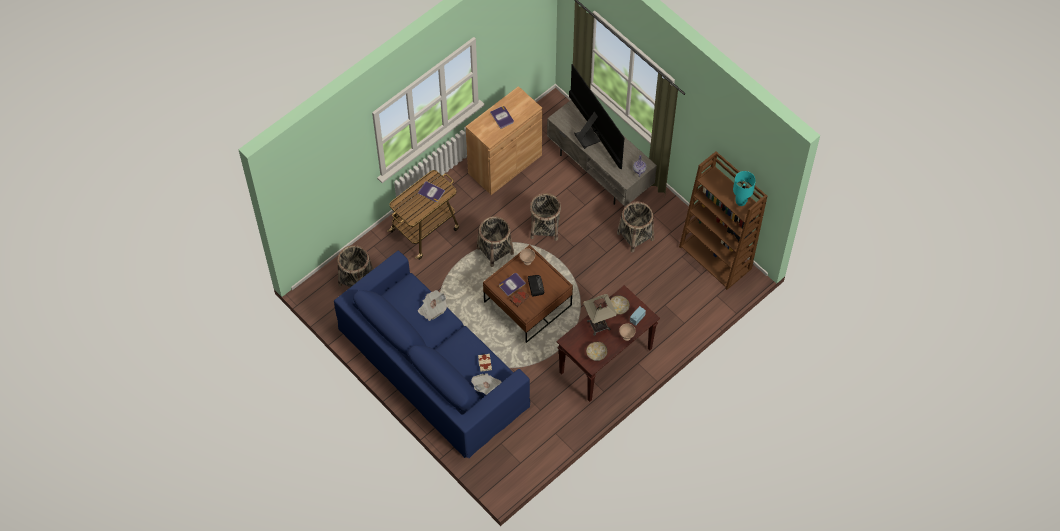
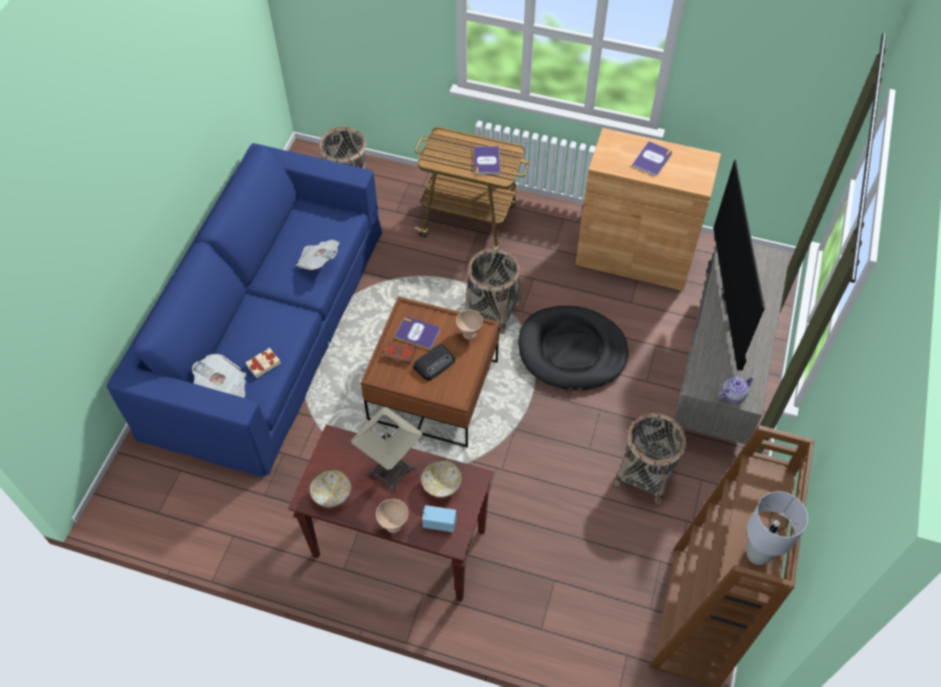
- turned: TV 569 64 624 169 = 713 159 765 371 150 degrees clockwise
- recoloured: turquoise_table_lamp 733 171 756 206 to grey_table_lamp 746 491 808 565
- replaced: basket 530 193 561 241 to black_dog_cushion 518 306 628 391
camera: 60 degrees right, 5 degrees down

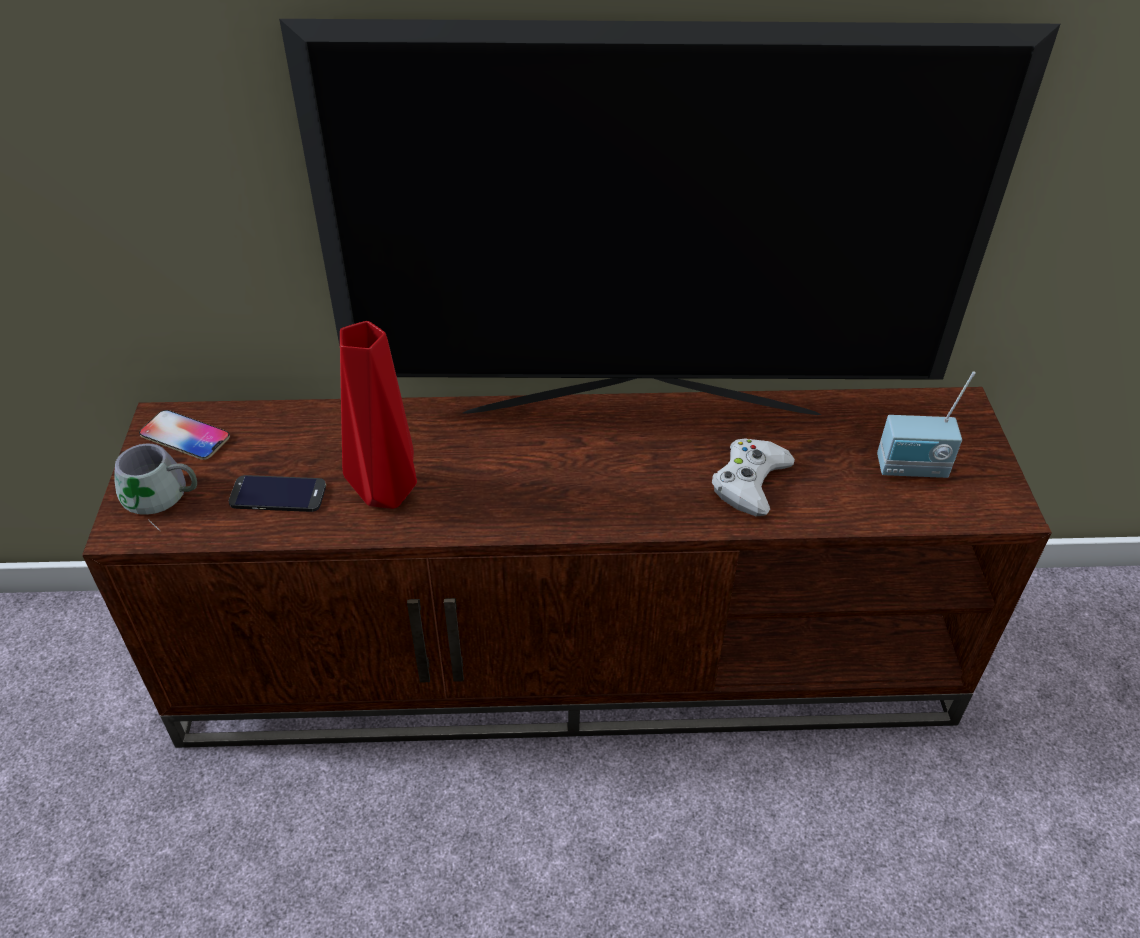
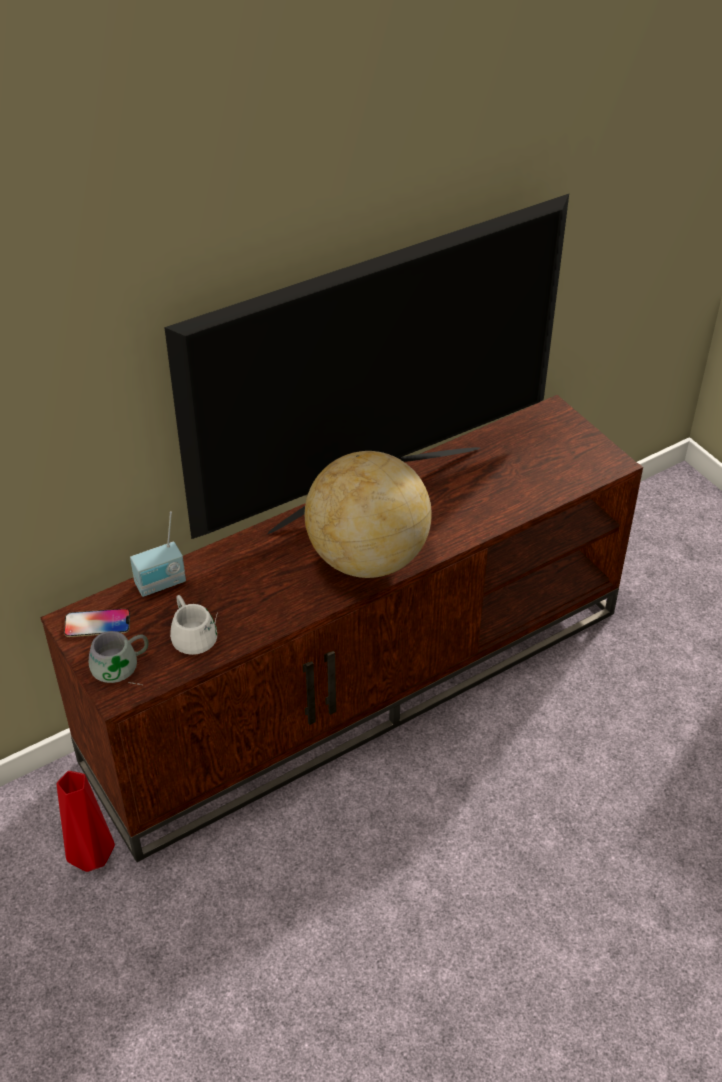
- moved: reddish_decorative_vase 340 321 417 509 to 57 771 115 872
- moved: radio 877 371 975 478 to 130 511 186 597
- removed: white_game_controller 712 438 795 516
- replaced: telephone 229 475 326 512 to white_tea_mug 170 595 217 655
- added: globe 305 451 432 578
camera: 30 degrees left, 0 degrees up

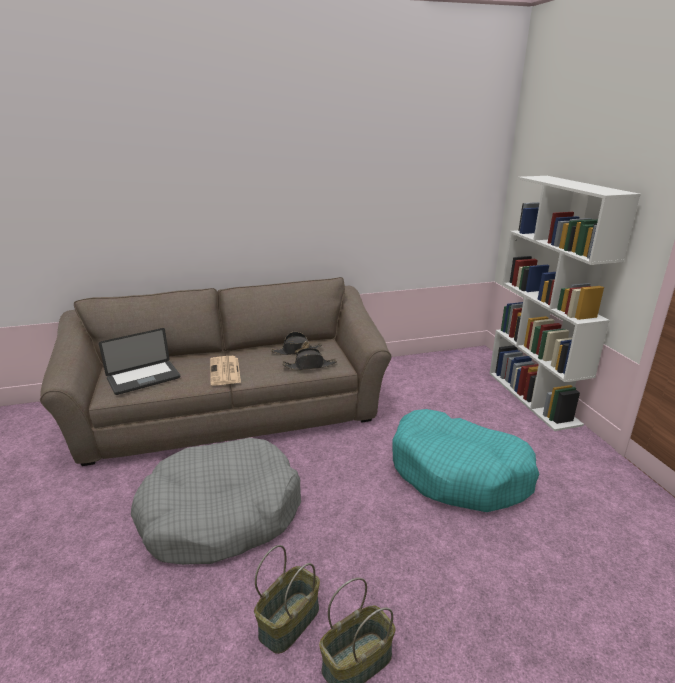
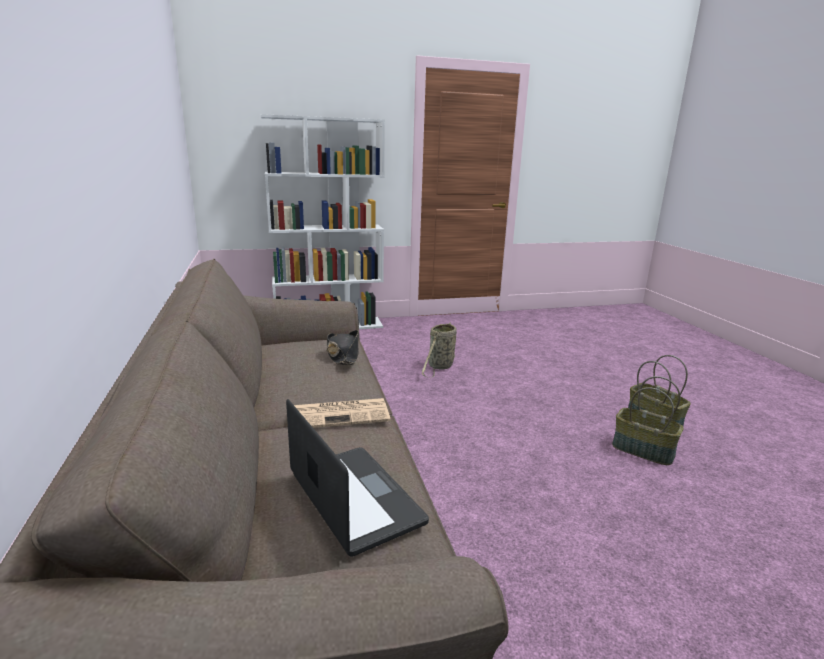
- removed: black_wearable_hat 270 331 322 355
- replaced: turquoise_dog_cushion 392 409 540 512 to basket 422 323 457 377
- removed: grey_dog_cushion 131 438 301 565
camera: 90 degrees left, 5 degrees down

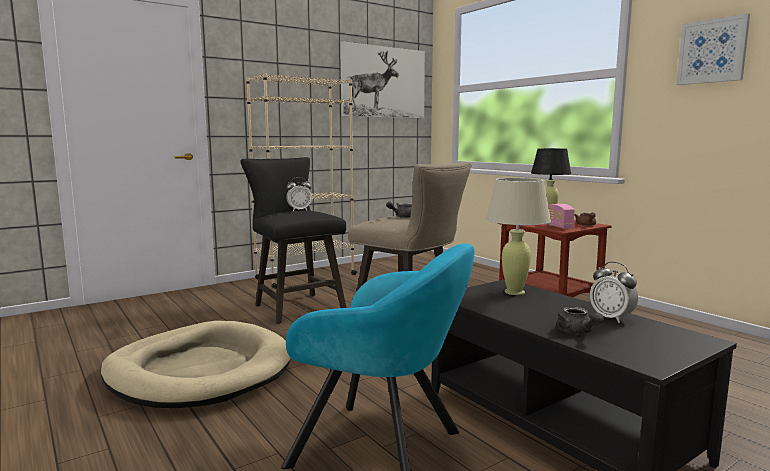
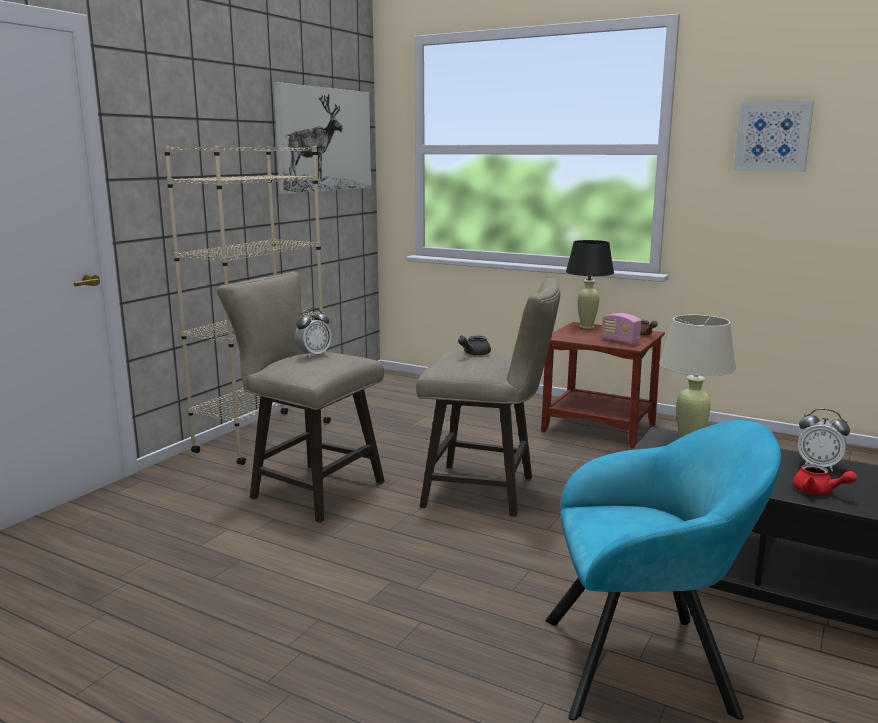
- recoloured: black_stool 241 157 346 324 to beige-coloured_stool 217 272 385 523
- recoloured: grey_tea_pot 556 307 604 334 to reddish_tea_pot 793 464 857 495
- removed: beige-coloured_dog_cushion 101 321 291 408
camera: 25 degrees left, 5 degrees up

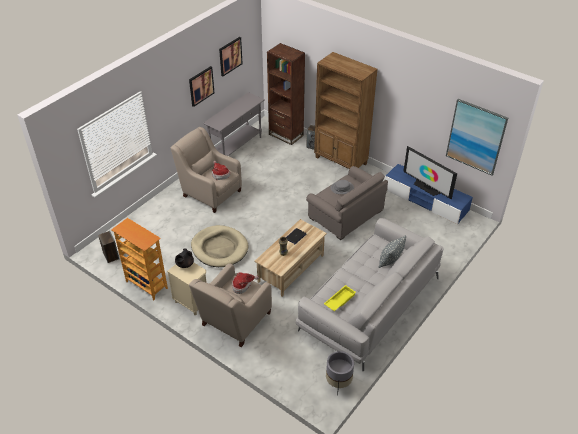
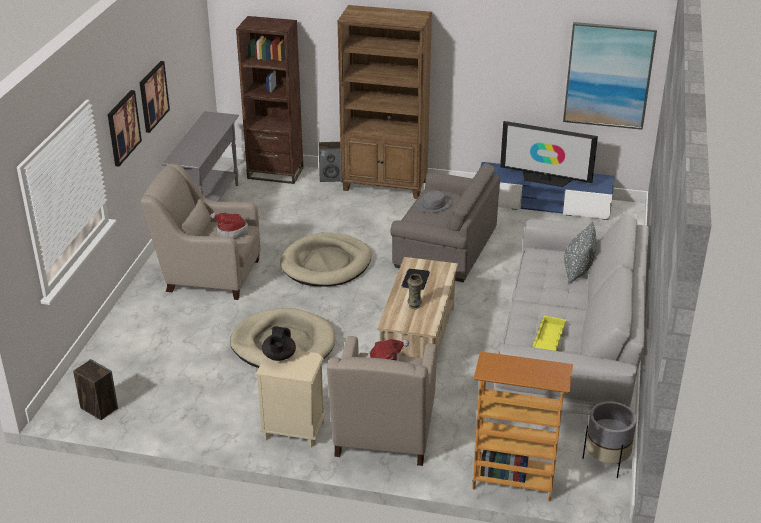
- moved: wall_art 219 37 243 76 to 108 90 142 167
- moved: shelving_unit 111 218 168 300 to 473 351 573 502
- added: beige-coloured_dog_cushion 280 232 371 287
camera: 25 degrees left, 10 degrees down

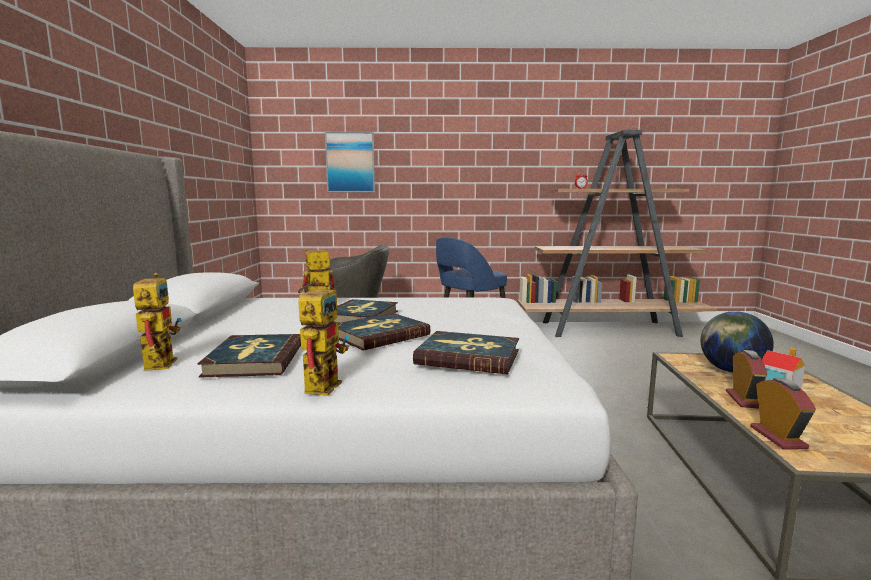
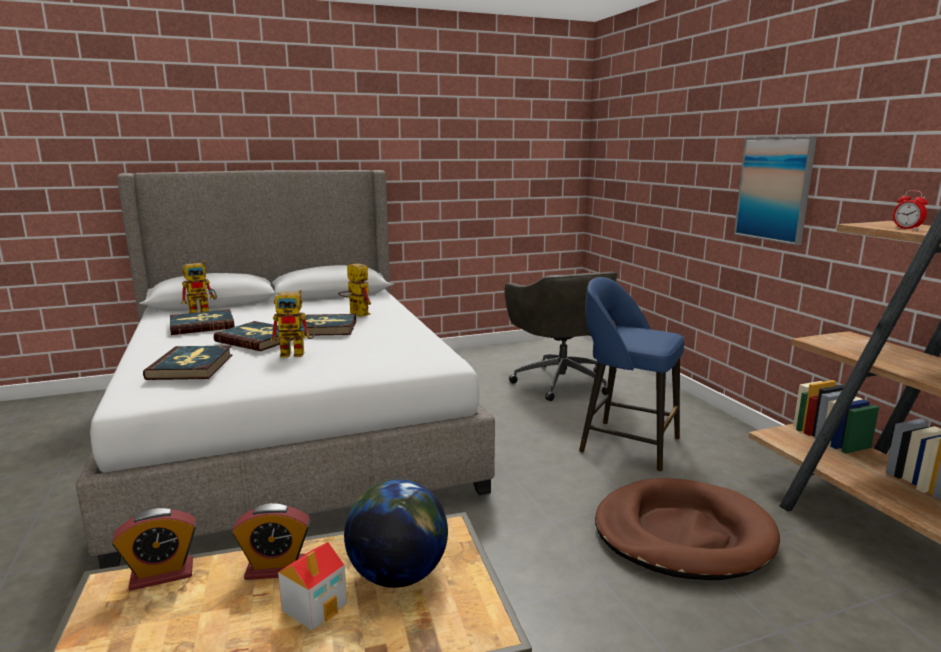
- moved: wall_art 325 132 375 192 to 734 137 817 245
- moved: robot_figure 298 283 350 396 to 271 290 316 357
- added: brown_dog_cushion 595 478 780 580
camera: 70 degrees right, 5 degrees up

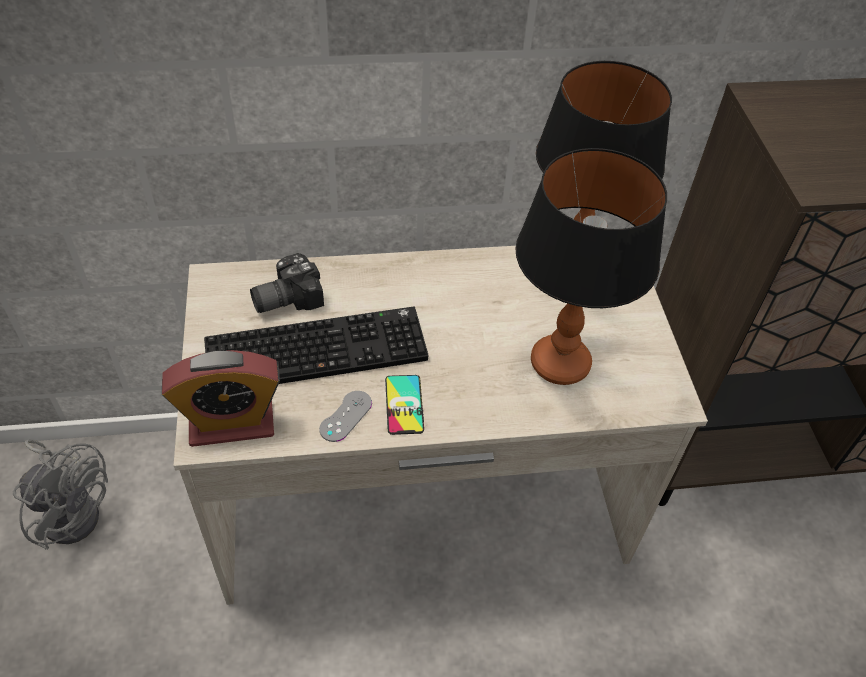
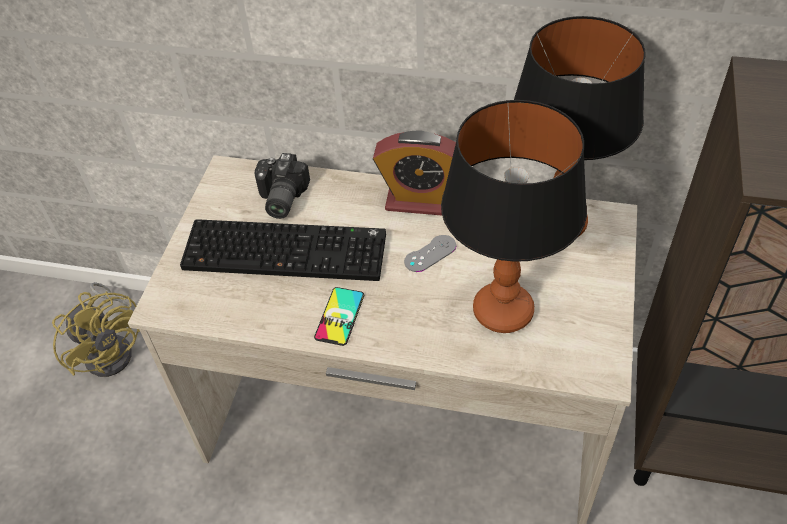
- turned: photo_camera 250 253 324 313 = 255 153 310 219 75 degrees counterclockwise
- moved: alarm_clock 162 350 280 447 to 373 130 456 215
- moved: grey_game_controller 319 391 372 442 to 404 235 456 272
- recoloured: grey_electric_fan 13 440 108 550 to yellowish_electric_fan 52 282 140 377
camera: 25 degrees right, 0 degrees up

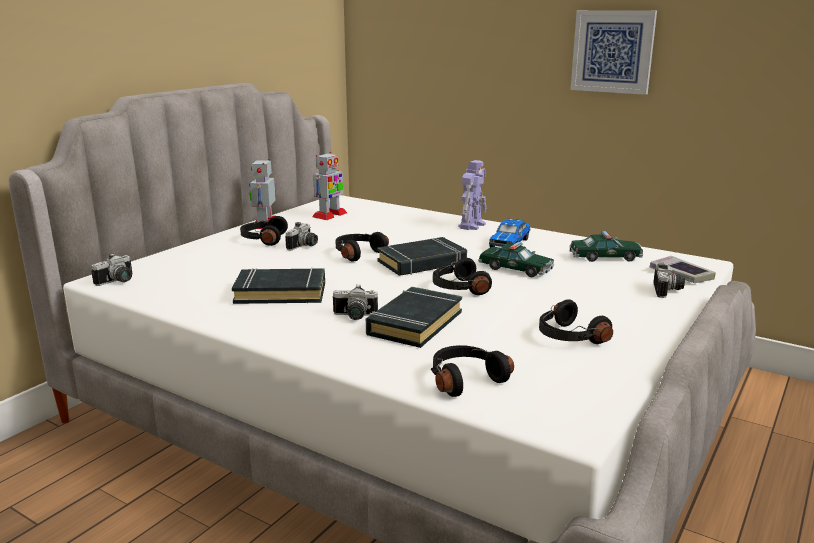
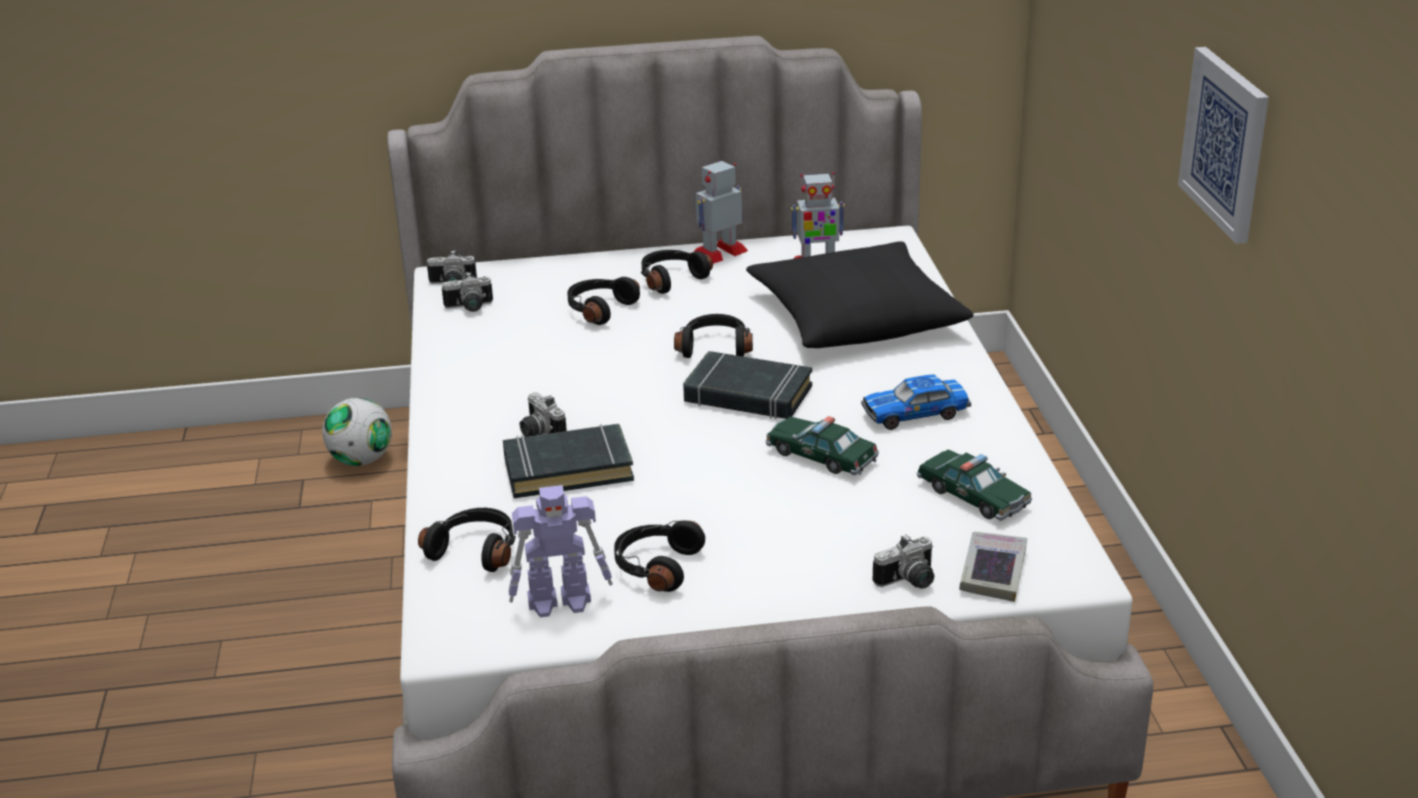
- moved: robot_figure 458 160 486 230 to 509 485 613 617
- moved: photo_camera 285 222 318 250 to 442 272 493 312
- turned: model_car 478 242 554 277 = 766 416 879 475 135 degrees clockwise
- moved: black_headphones 433 258 492 295 to 567 277 640 325
- removed: black_volume 232 267 325 304
- added: black_cushion 746 241 974 348
- added: football_ball 322 398 392 466
camera: 50 degrees right, 10 degrees up

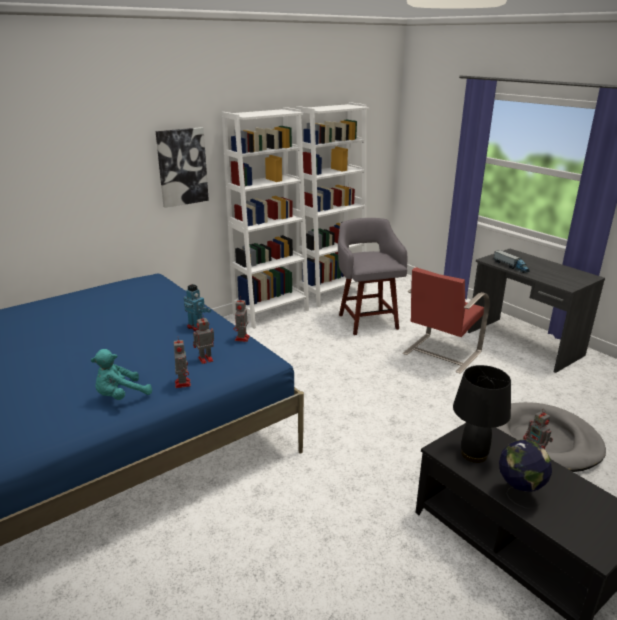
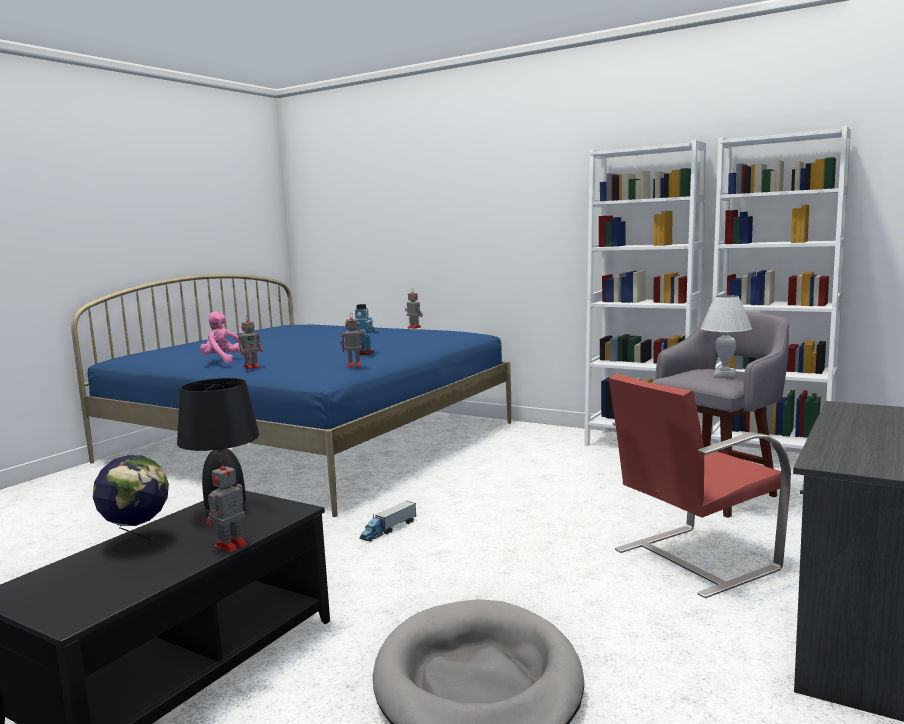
- removed: wall_art 156 127 209 208
- moved: toy_lorry 494 250 530 273 to 359 501 416 542
- turned: reddish_upright_chair 403 267 490 373 = 609 374 791 598 45 degrees counterclockwise
- moved: robot_figure 193 314 214 364 to 405 288 423 329
- recoloured: turquoise_plush_toy 91 349 152 400 to pink_plush_toy 200 311 252 363
- added: white_table_lamp 701 295 752 377
camera: 70 degrees right, 15 degrees down

